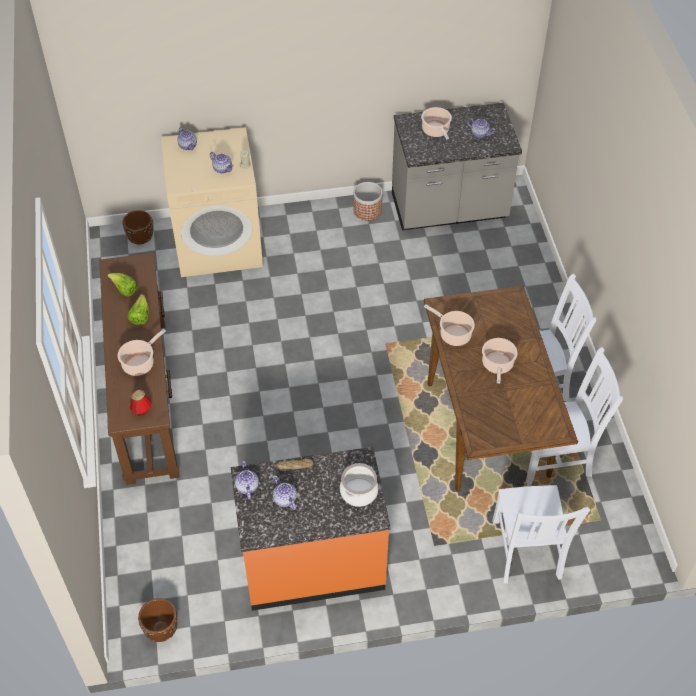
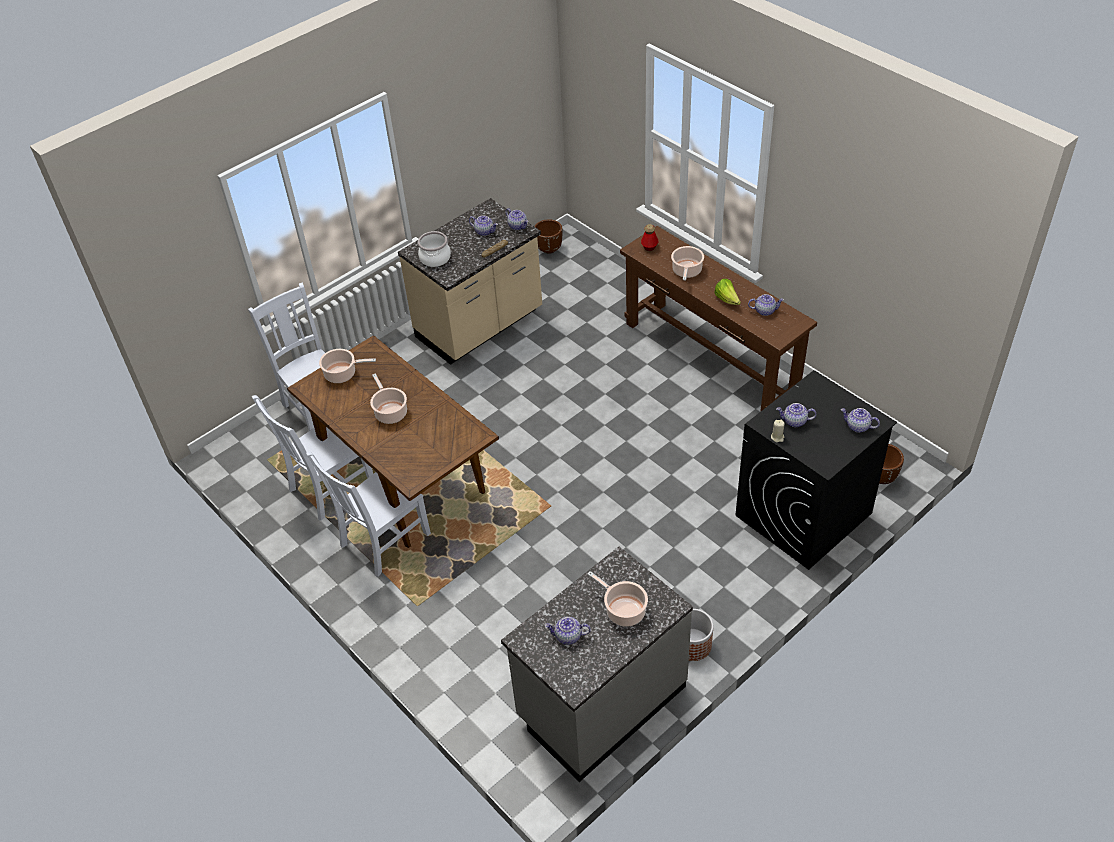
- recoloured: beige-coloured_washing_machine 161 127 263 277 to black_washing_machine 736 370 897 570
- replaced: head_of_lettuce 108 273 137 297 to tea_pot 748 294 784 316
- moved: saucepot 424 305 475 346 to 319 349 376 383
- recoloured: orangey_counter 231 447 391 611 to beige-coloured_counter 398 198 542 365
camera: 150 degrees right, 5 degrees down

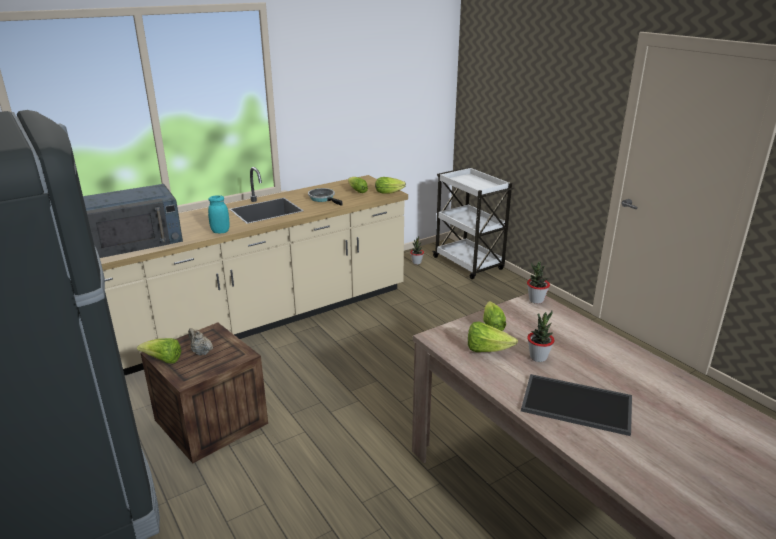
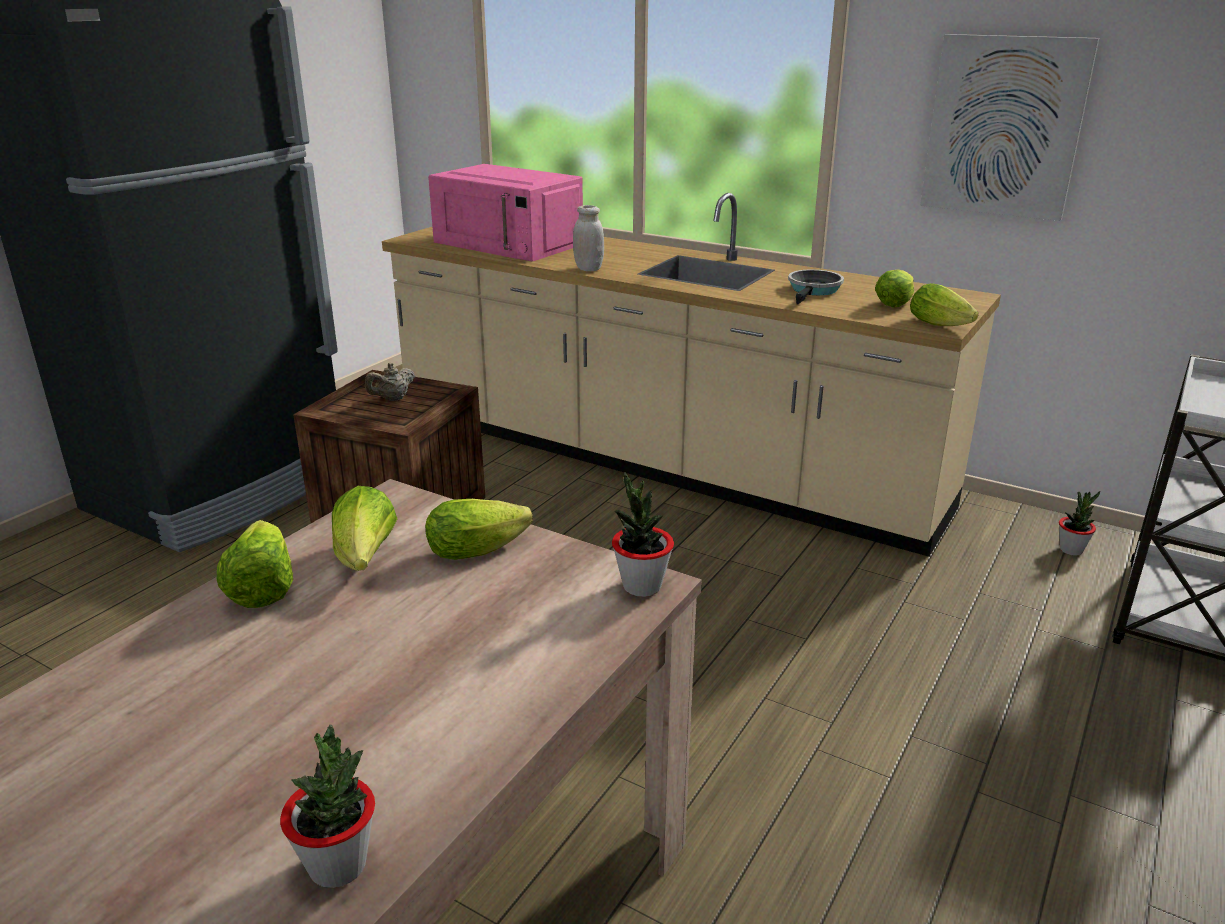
- recoloured: blue-coloured_microwave 83 184 183 258 to pink_microwave 428 164 583 262
- recoloured: turquoise_jar 208 195 229 234 to white_jar 573 205 604 271
- moved: potted_plant 527 310 555 362 to 280 725 375 888
- turned: beige-coloured_tea_pot 188 328 213 356 = 365 363 415 401 150 degrees counterclockwise
- moved: head_of_lettuce 137 338 181 363 to 217 520 293 608
- removed: tray 521 374 632 436
- added: wall_art 920 34 1099 221
camera: 65 degrees right, 0 degrees up

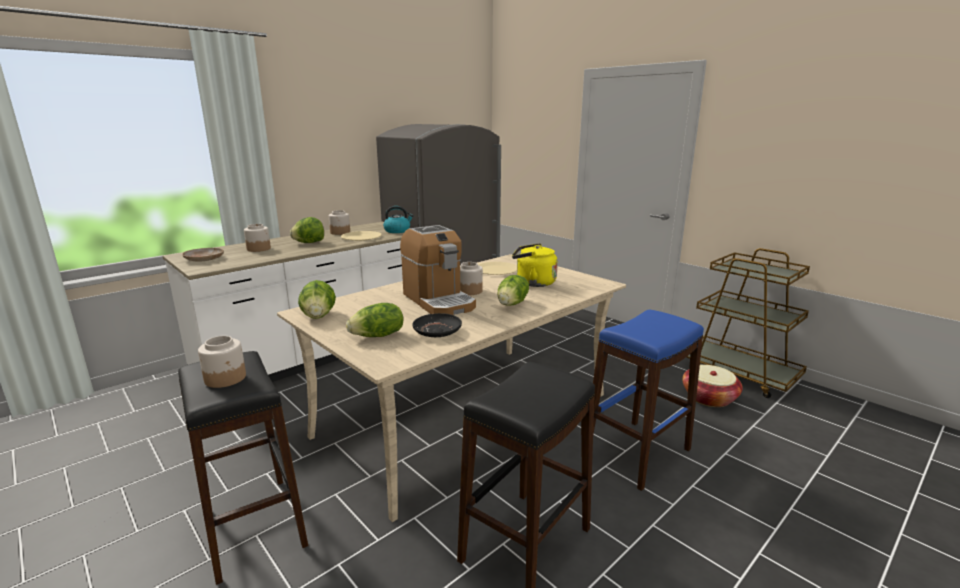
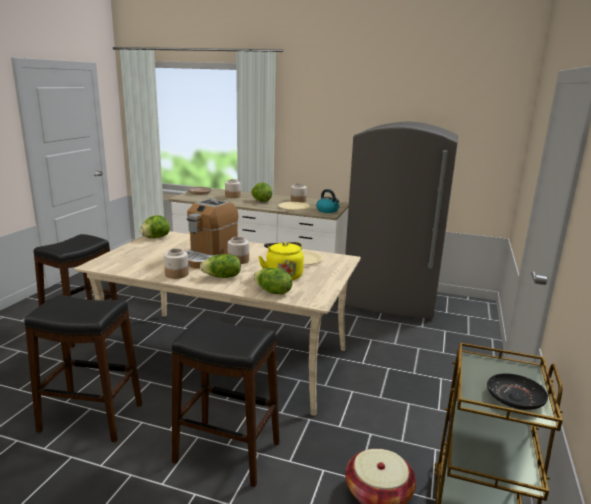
- moved: head_of_lettuce 346 303 404 337 to 253 268 293 294
- recoloured: blue-coloured_stool 593 310 704 491 to black_stool 172 317 280 487
- moved: black_dinner_plate 413 313 462 337 to 487 373 548 410
- moved: jar 198 336 246 388 to 164 248 189 279
camera: 60 degrees right, 0 degrees up

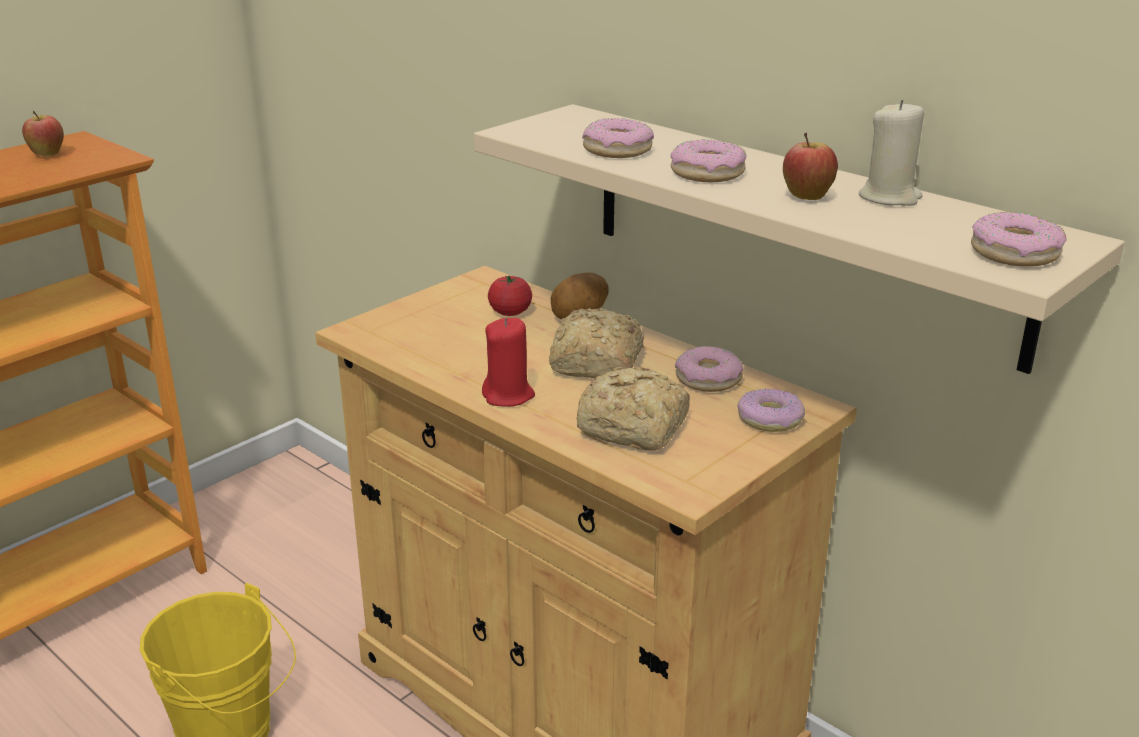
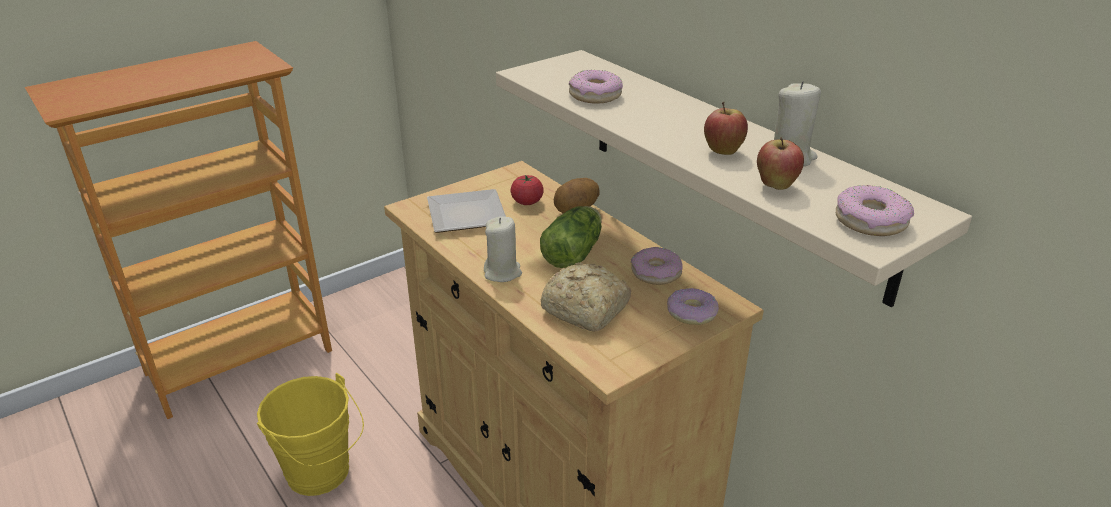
- moved: apple_fruit 22 111 64 156 to 757 137 804 190
- removed: ring_doughnut 671 139 746 182
- replaced: baked_bread 549 308 644 378 to head_of_lettuce 540 206 602 268
- recoloured: reddish_wax_candle 482 318 535 407 to beige-coloured_wax_candle 484 216 522 282
- added: dinner_plate 427 189 506 233
camera: 10 degrees right, 5 degrees up

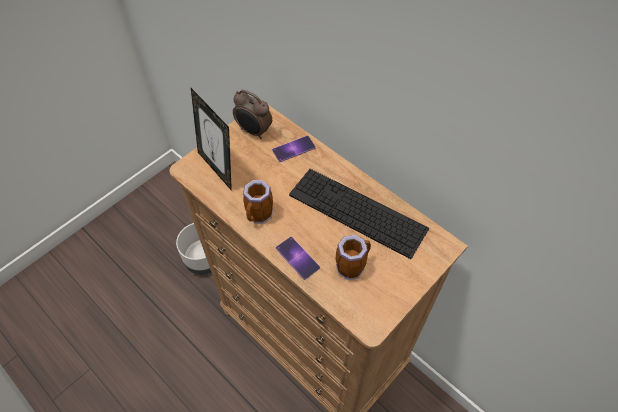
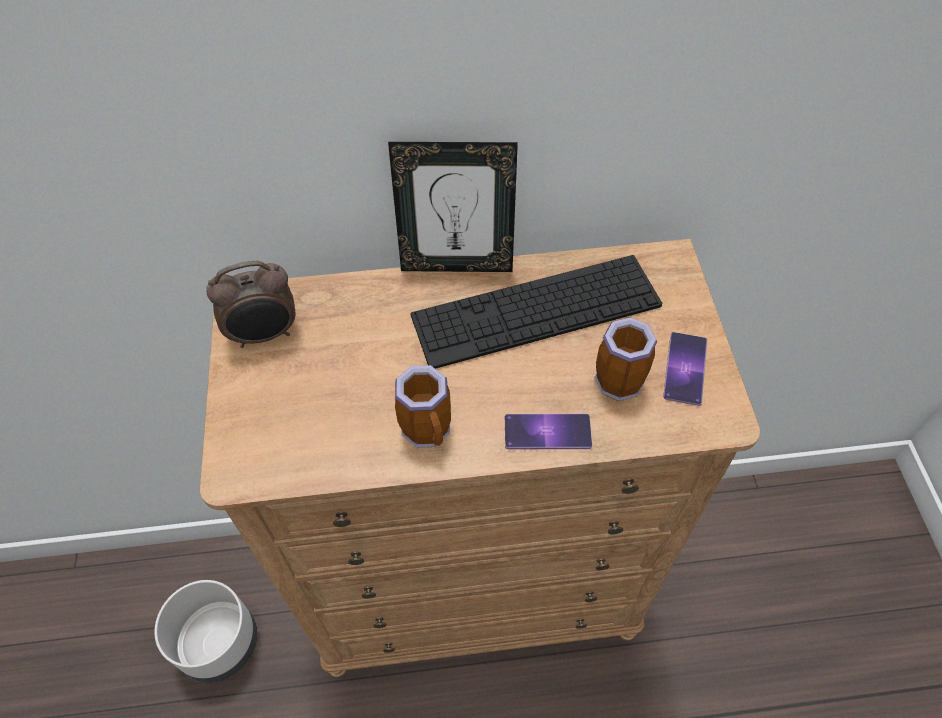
- moved: photo_frame 191 88 232 191 to 388 142 518 272
- moved: telephone 272 136 316 162 to 663 332 707 406
camera: 50 degrees left, 0 degrees up

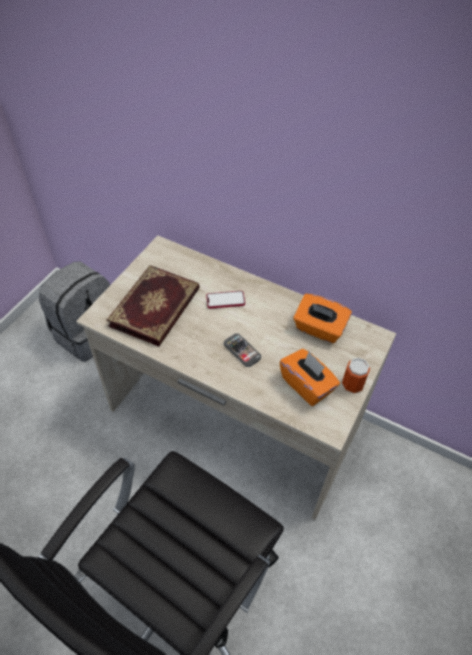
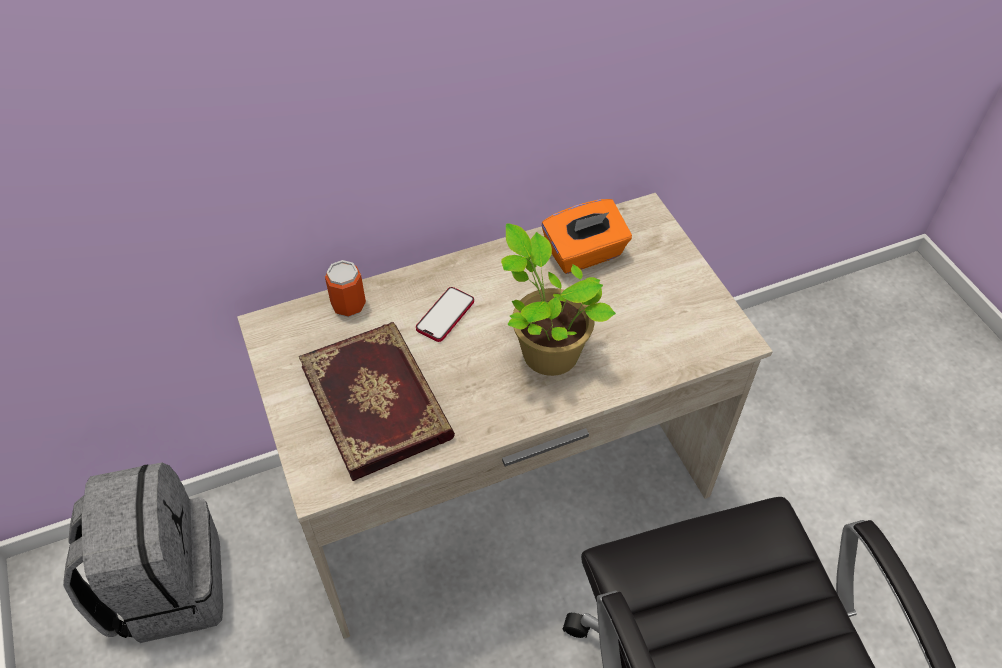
- replaced: telephone 224 333 261 367 to potted_plant 501 223 616 376
- removed: orangey_box_of_tissues 279 349 340 406
- moved: can 342 358 370 393 to 325 260 366 317
camera: 50 degrees left, 0 degrees up

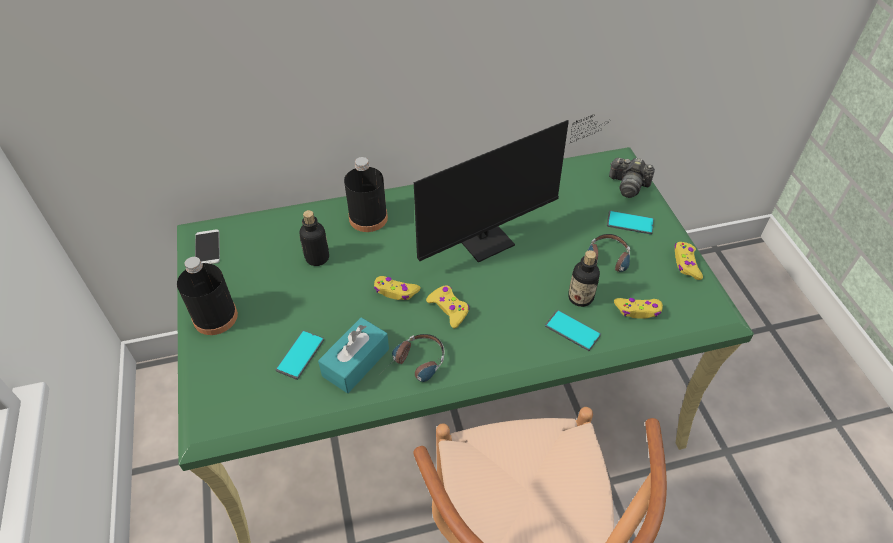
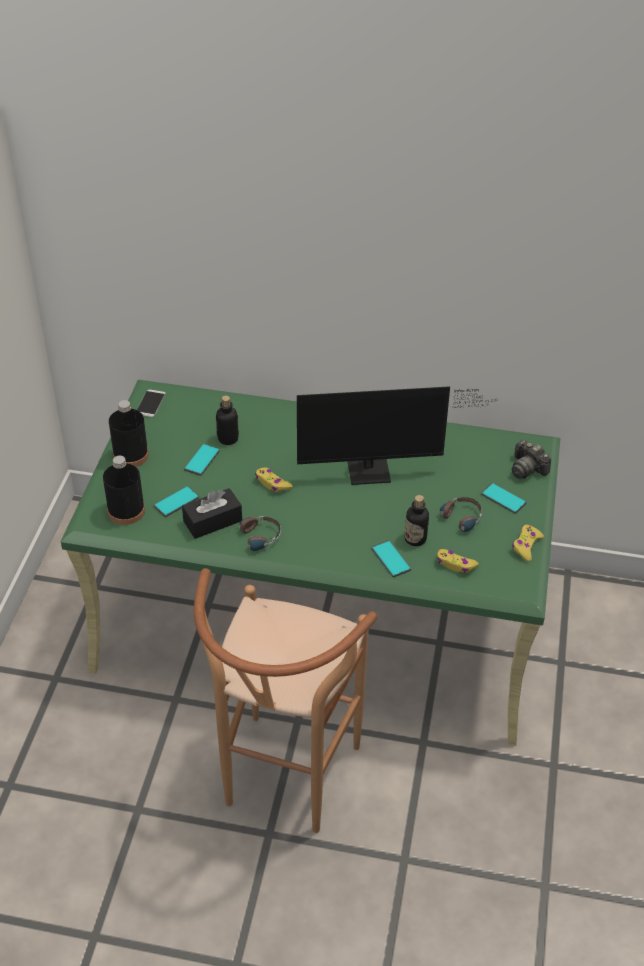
- moved: black_beverage_bottle 344 157 388 232 to 103 456 145 525
- removed: yellowish_game_controller 426 285 470 328
- recoloured: turquoise_box_of_tissues 318 317 389 393 to black_box_of_tissues 182 488 242 539
- added: telephone 184 444 220 476
camera: 25 degrees right, 5 degrees down

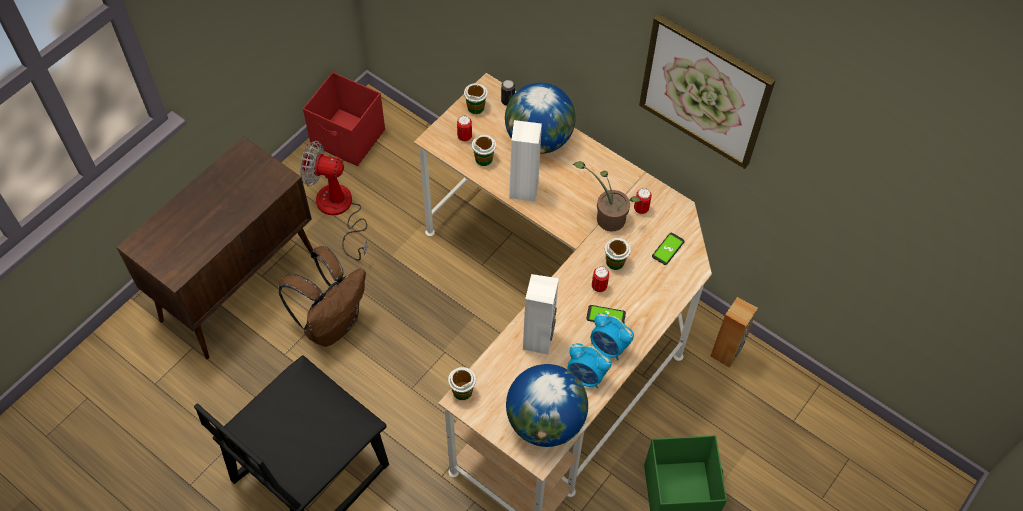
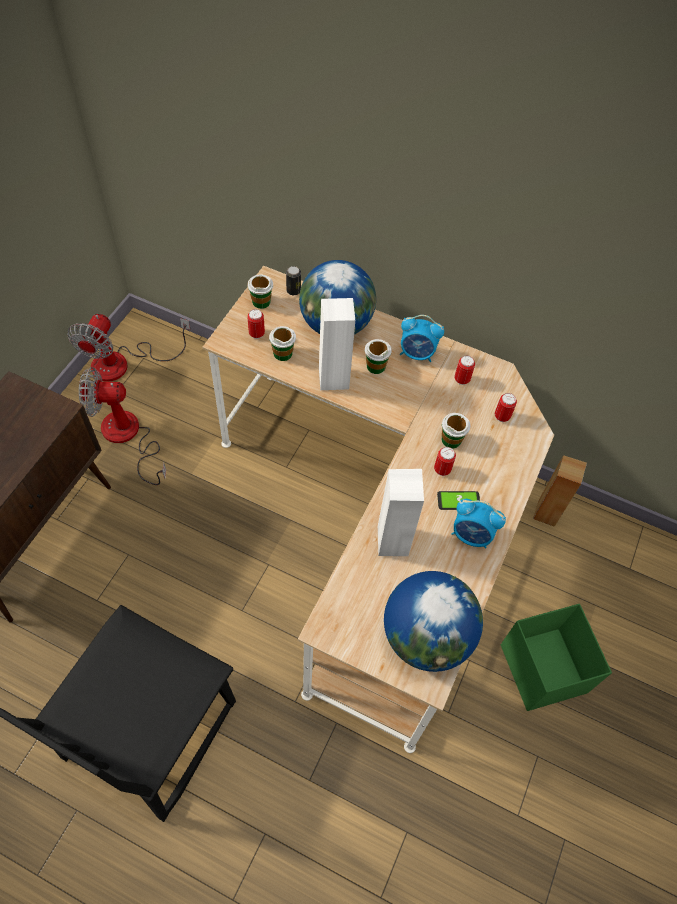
- removed: wall_art 639 14 776 169
- replaced: reddish_storage_bin 303 72 385 166 to electric_fan 67 314 190 382
- removed: potted_plant 573 161 641 231
- replaced: telephone 652 233 685 265 to can 495 393 517 422
- removed: brown_rucksack 278 246 366 347
- moved: alarm_clock 567 343 612 389 to 400 315 444 362
- moved: small_cup 448 367 476 400 to 365 339 392 374
camera: 15 degrees left, 0 degrees up

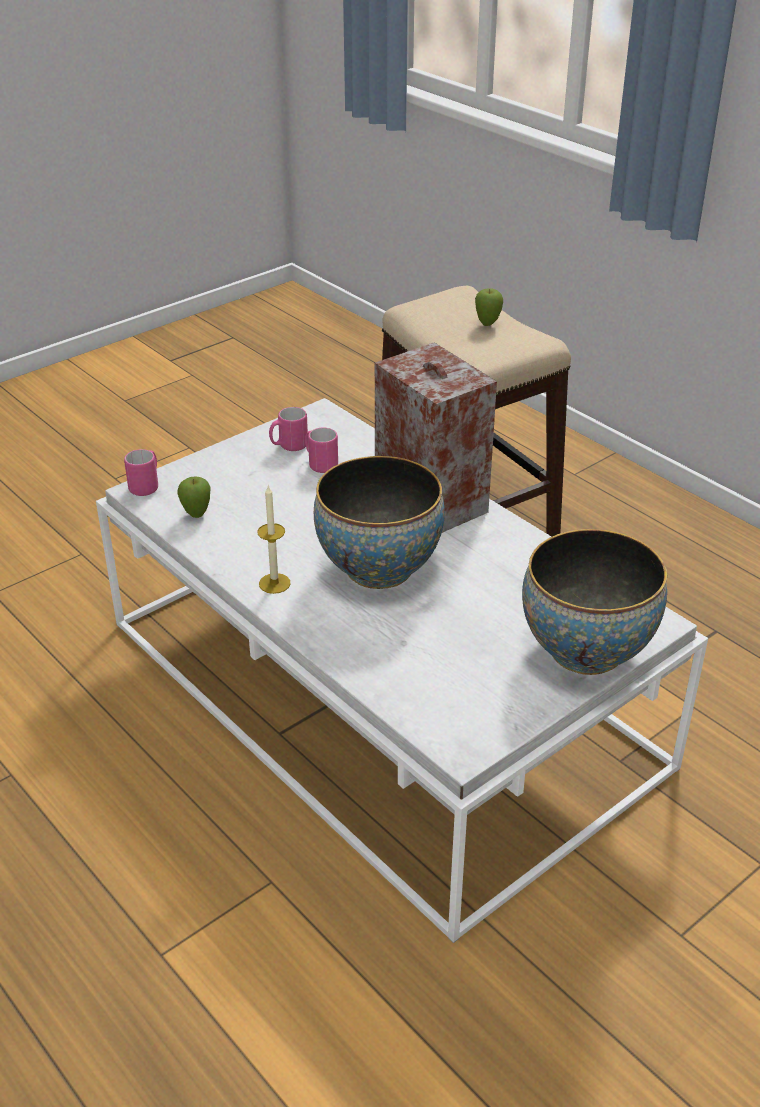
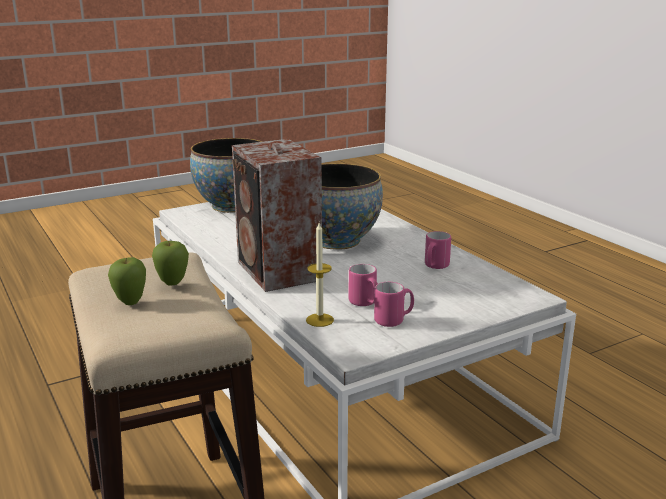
- moved: pink_tea_mug 124 449 158 496 to 425 231 451 269
- moved: apple_fruit 177 477 211 518 to 152 241 189 286
- moved: wax_candle 257 486 291 594 to 306 223 334 327
camera: 170 degrees left, 15 degrees down

